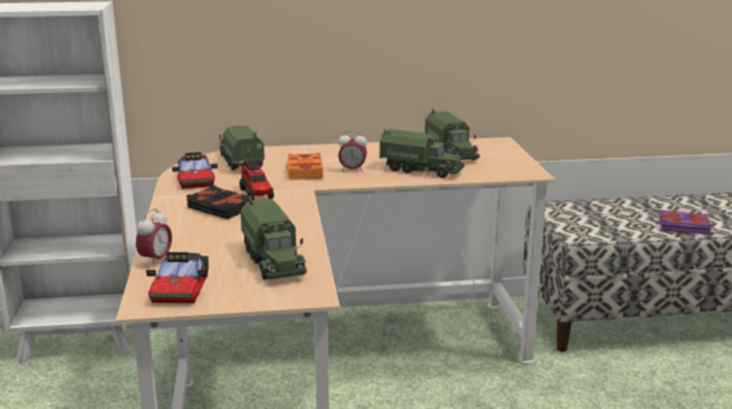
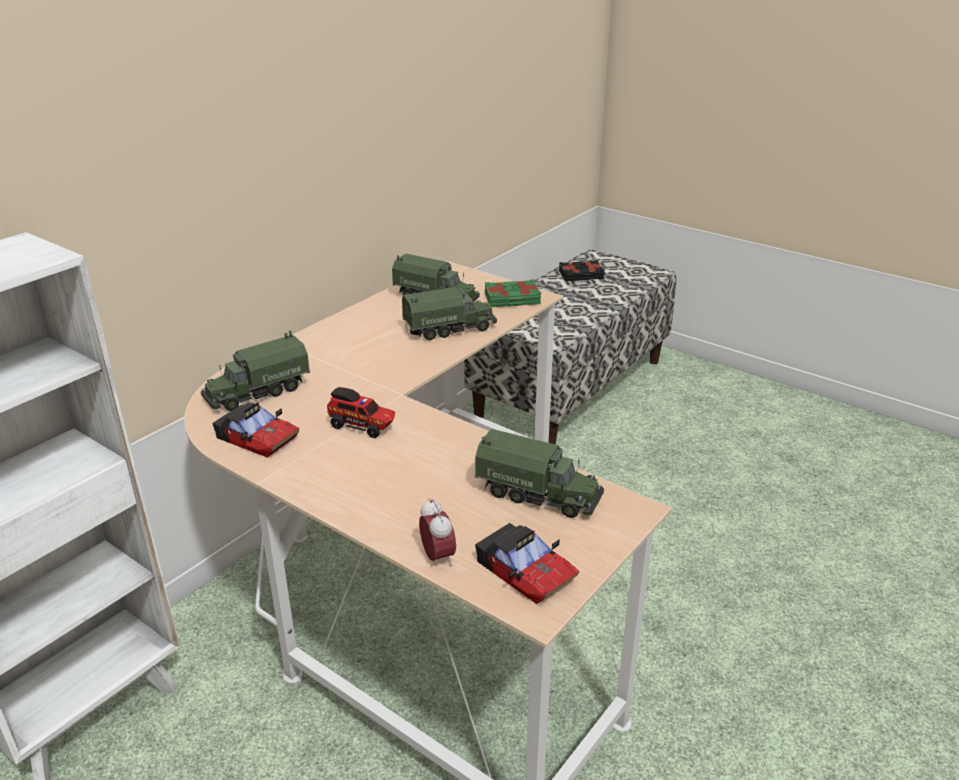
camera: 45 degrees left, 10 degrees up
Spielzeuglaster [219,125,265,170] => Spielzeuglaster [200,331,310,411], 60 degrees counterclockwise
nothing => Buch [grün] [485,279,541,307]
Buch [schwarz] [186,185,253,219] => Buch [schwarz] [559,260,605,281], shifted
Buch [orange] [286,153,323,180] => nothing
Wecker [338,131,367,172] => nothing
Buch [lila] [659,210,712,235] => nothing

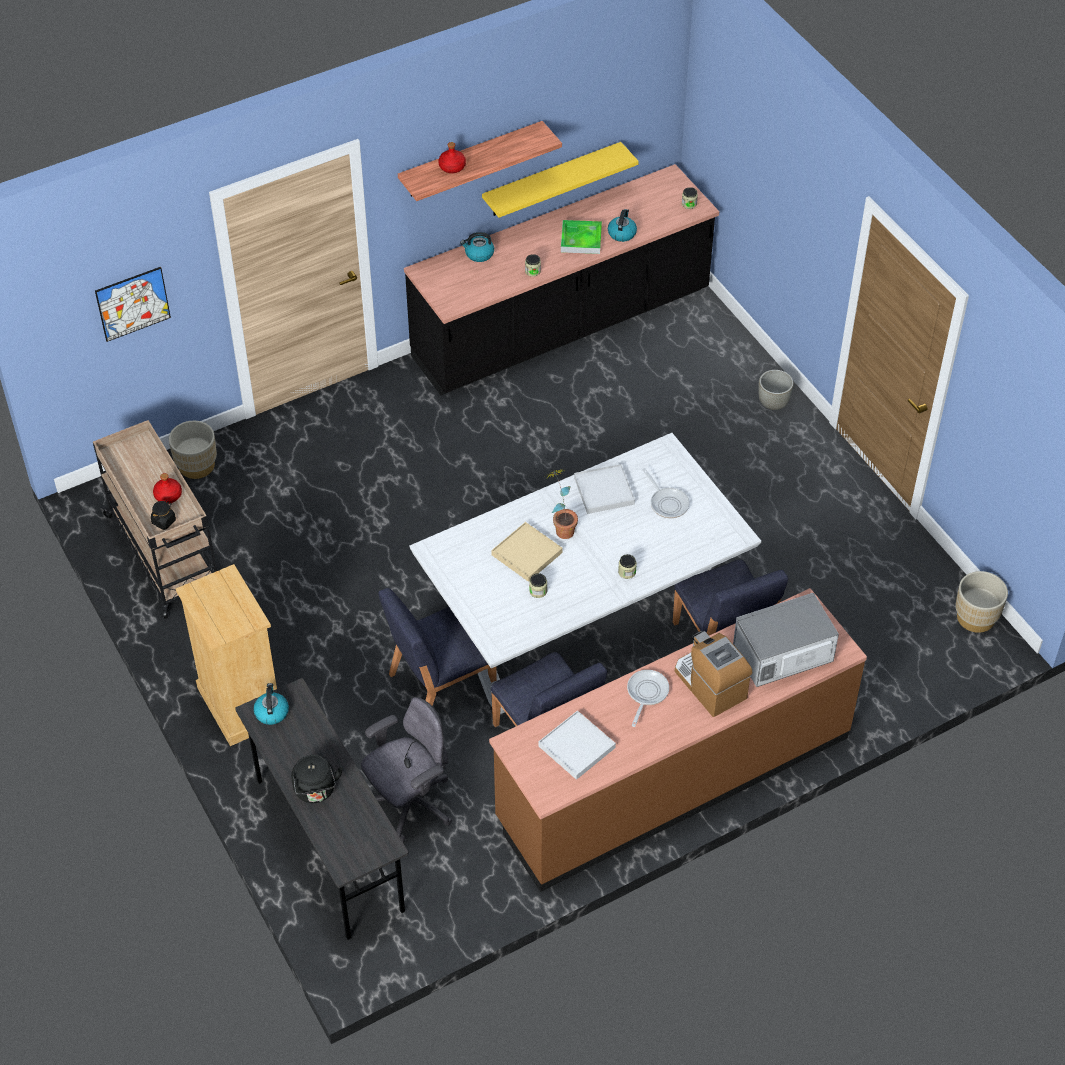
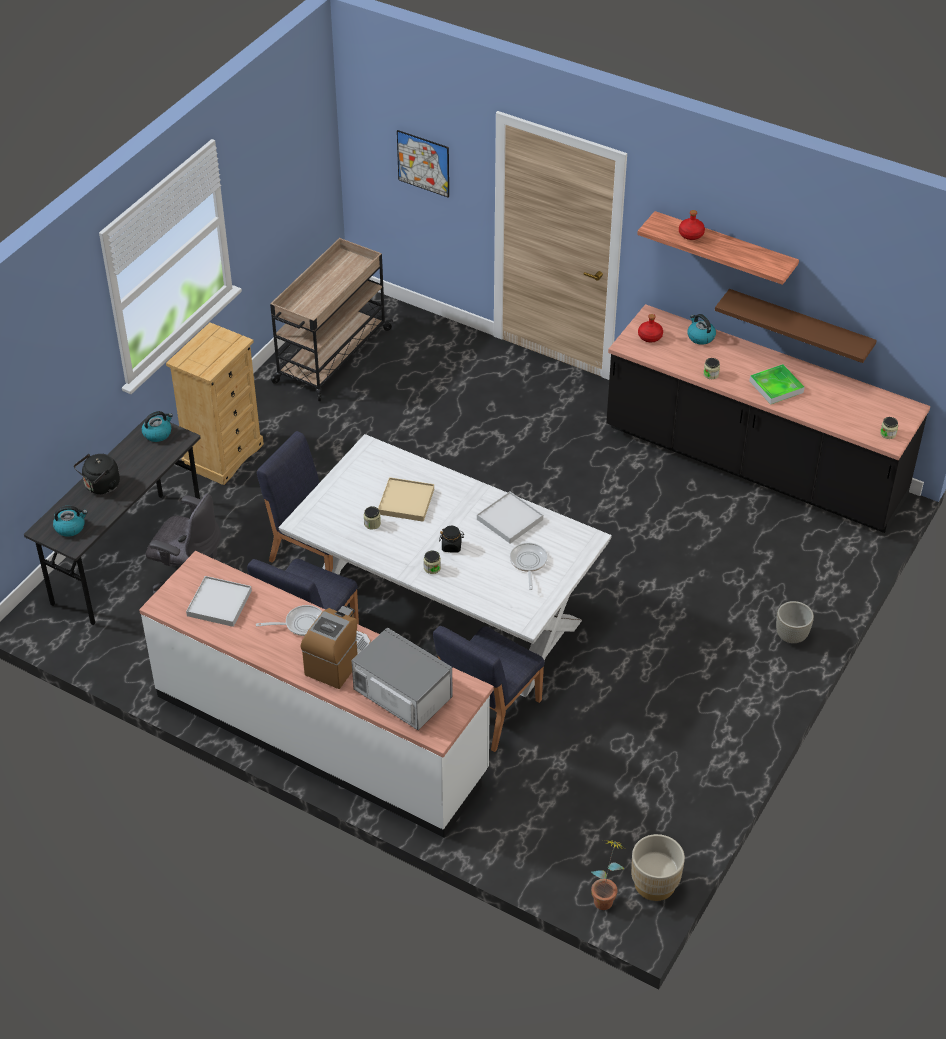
camera: 60 degrees right, 5 degrees down
Wasserkessel [608,209,637,242] => Wasserkessel [53,506,88,537], shifted
Küchenzeile [braun] [489,588,867,892] => Küchenzeile [weiß] [139,551,494,838]
Vorratsglas [schwarz] [151,501,176,530] => Vorratsglas [schwarz] [439,526,464,553], shifted
Pfanne [642,468,690,518] => Pfanne [510,543,548,590], 150 degrees clockwise
Topfpflanze [546,469,578,539] => Topfpflanze [591,840,625,910], shifted
Flasche [rot] [153,473,182,504] => Flasche [rot] [638,314,663,342], shifted
Wandregal [gelb] [482,142,639,218] => Wandregal [braun] [715,289,877,363]
Pflanzkübel [beige] [169,421,217,479] => nothing

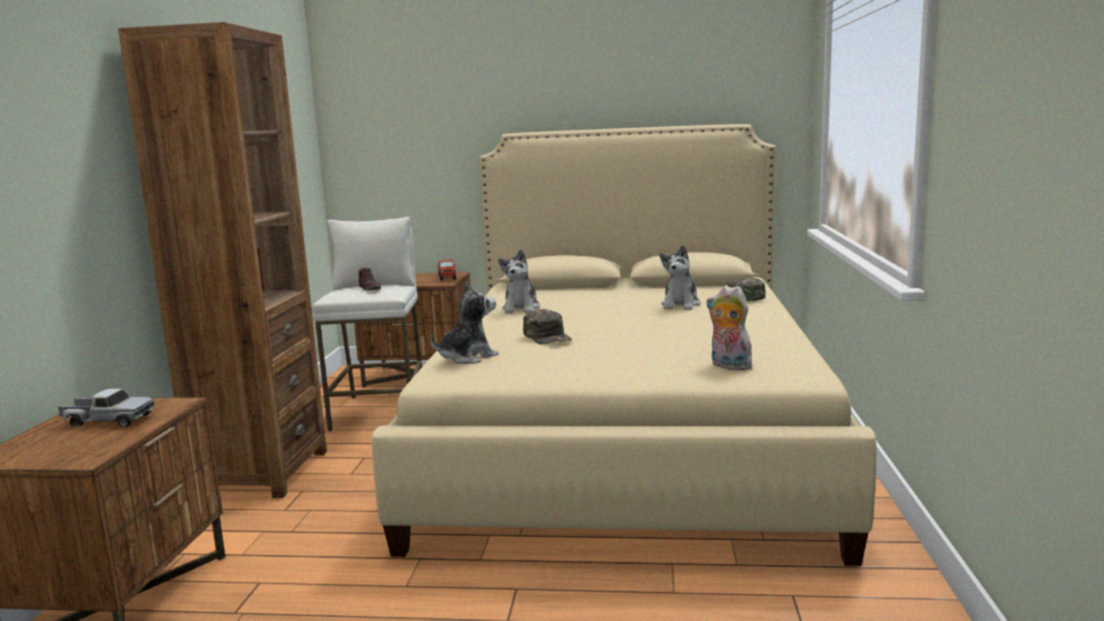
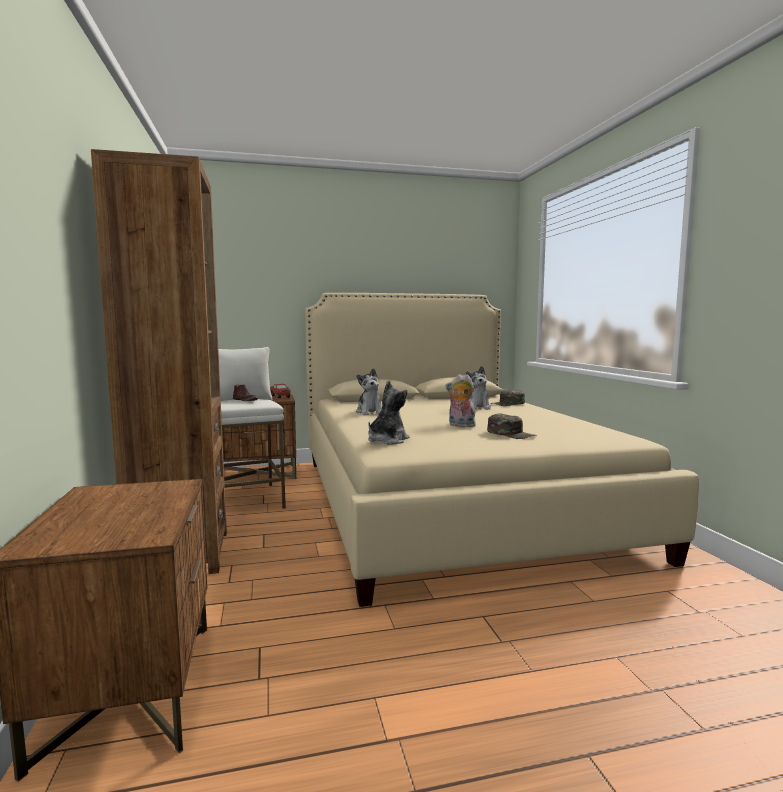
camera: 20 degrees left, 5 degrees down
Plüschtier [706,285,752,370] => Plüschtier [445,374,476,427], shifted
Kappe [grün] [523,309,572,345] => Kappe [grün] [487,414,537,439], shifted
Spielzeuglaster [58,389,155,427] => nothing

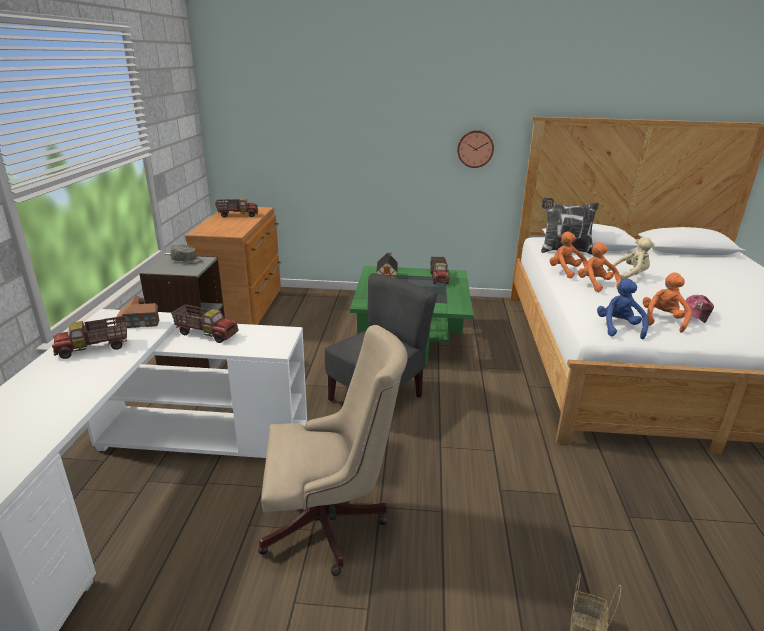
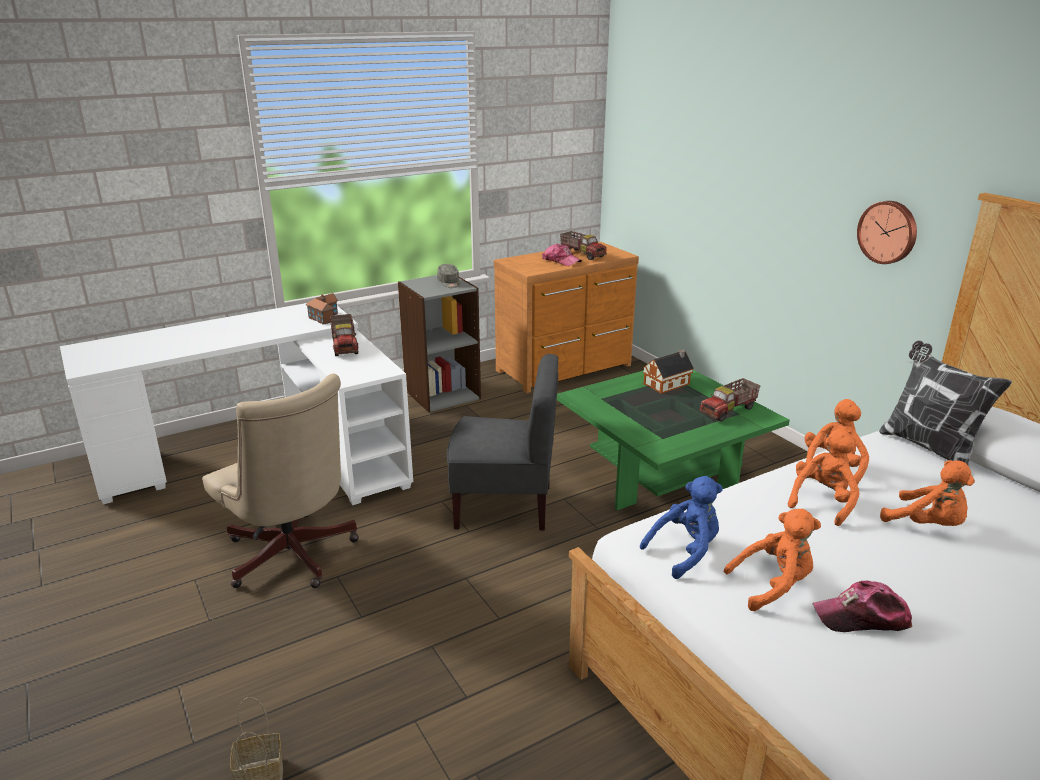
camera: 55 degrees right, 0 degrees up
nothing => Kappe [542,244,582,266]
Plüschtier [beige] [607,237,655,281] => Plüschtier [orange] [880,460,975,526]
Spielzeuglaster [52,316,127,359] => nothing

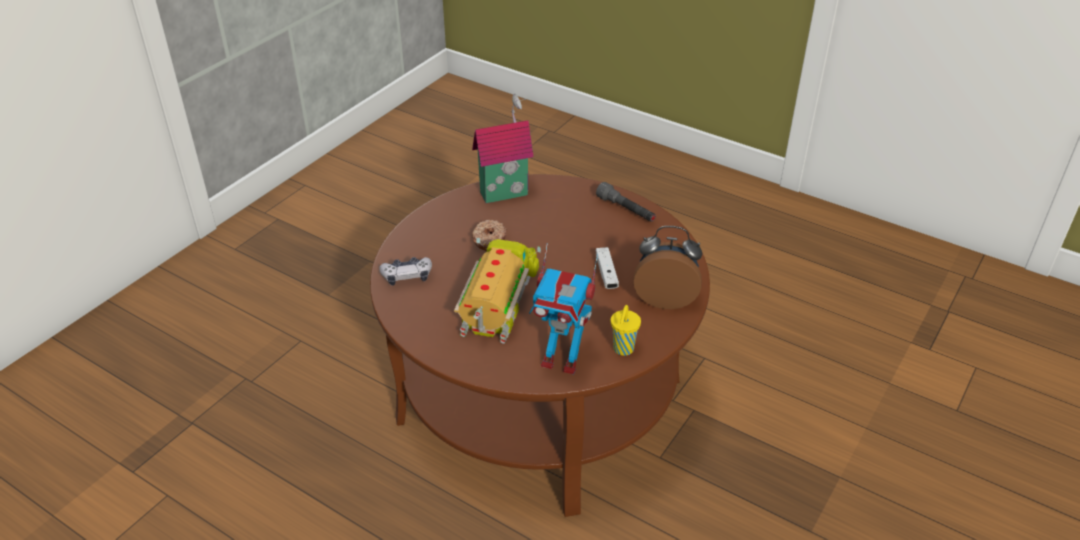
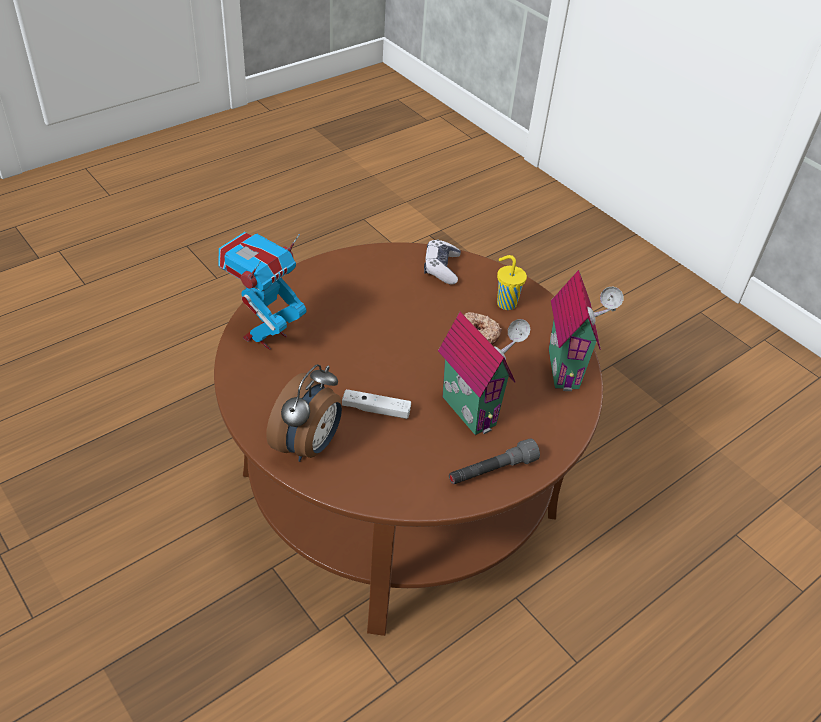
camera: 105 degrees right, 5 degrees up
nothing => Spielzeughaus [438,312,530,435]
Tasse [gelb] [611,305,641,356] => Tasse [gelb] [497,255,527,310], shifted
Spielzeuglaster [454,237,541,344] => nothing

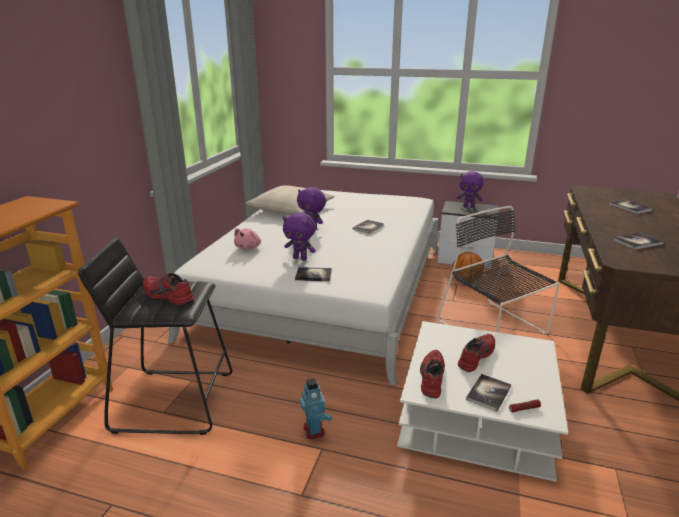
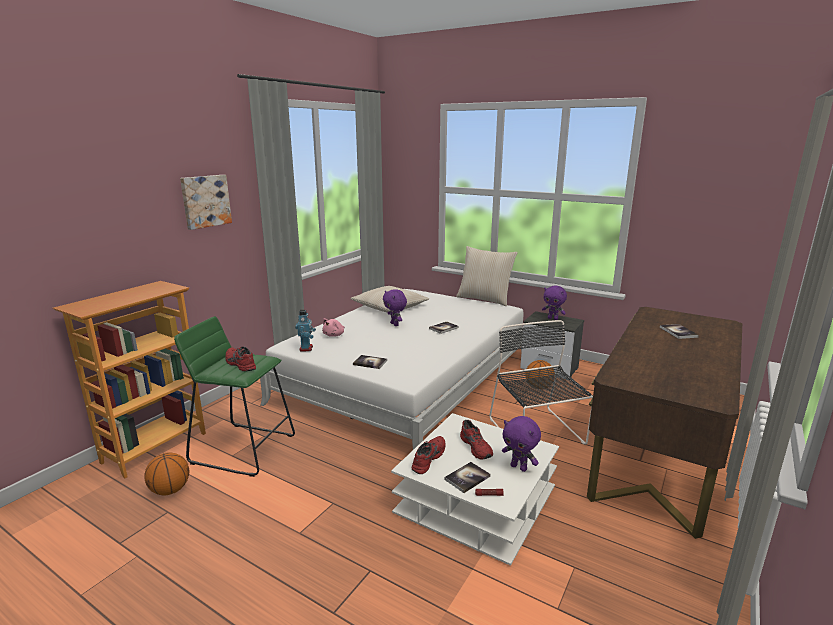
camera: 15 degrees right, 5 degrees down
nothing => Basketball [144,452,189,495]
Hocker [schwarz] [78,238,232,435] => Hocker [grün] [174,316,295,477]
nothing => Bild [180,175,232,230]
Spielzeugroboter [299,378,332,439] => Spielzeugroboter [295,310,316,352], shifted
nothing => Kissen [beige] [456,246,518,306]
Schuh [rot] [458,334,495,372] => Schuh [rot] [460,420,493,460], 105 degrees clockwise
Plüschtier [lila] [283,212,316,261] => Plüschtier [lila] [502,416,541,472], shifted
Buch [613,233,664,250] => nothing

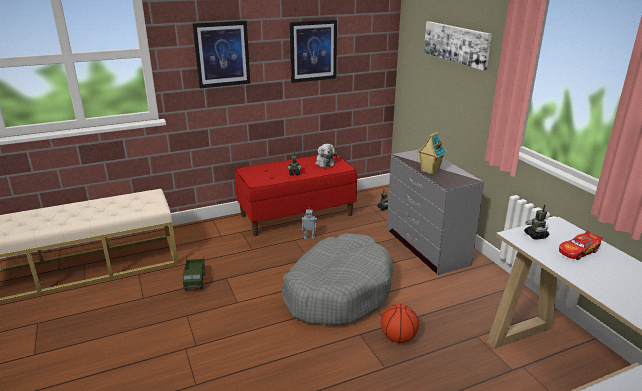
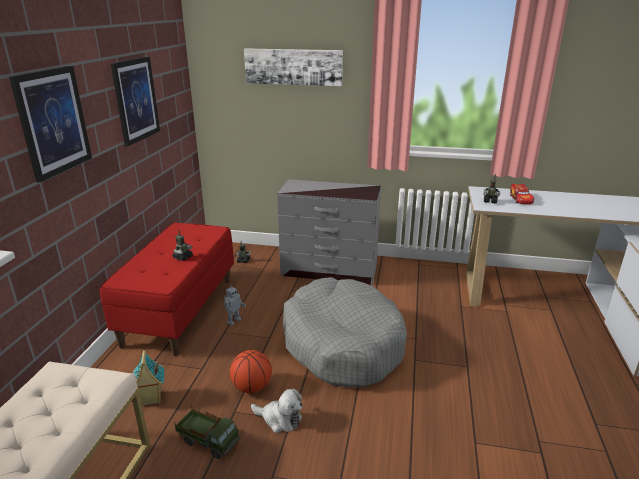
camera: 55 degrees left, 0 degrees up
Spielzeughaus [418,131,447,175] => Spielzeughaus [133,350,164,407], shifted
Basketball [381,304,419,343] => Basketball [230,350,272,393], shifted
Plüschtier [315,144,337,167] => Plüschtier [251,389,302,433], shifted

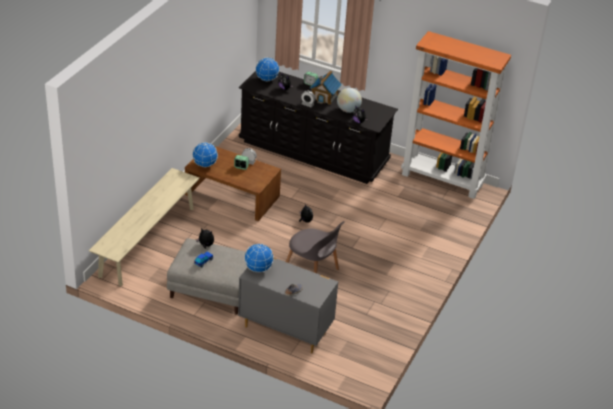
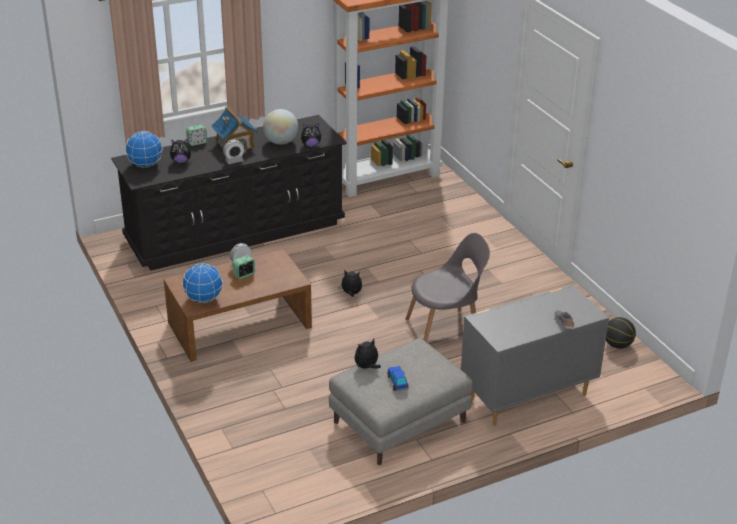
camera: 50 degrees left, 5 degrees down
nothing => Basketball [606,317,636,349]
Bank [beige] [89,168,200,286] => nothing
Globus [244,244,274,272] => nothing

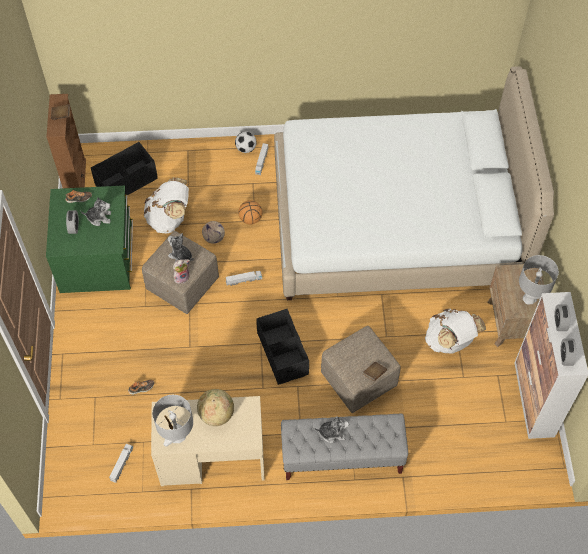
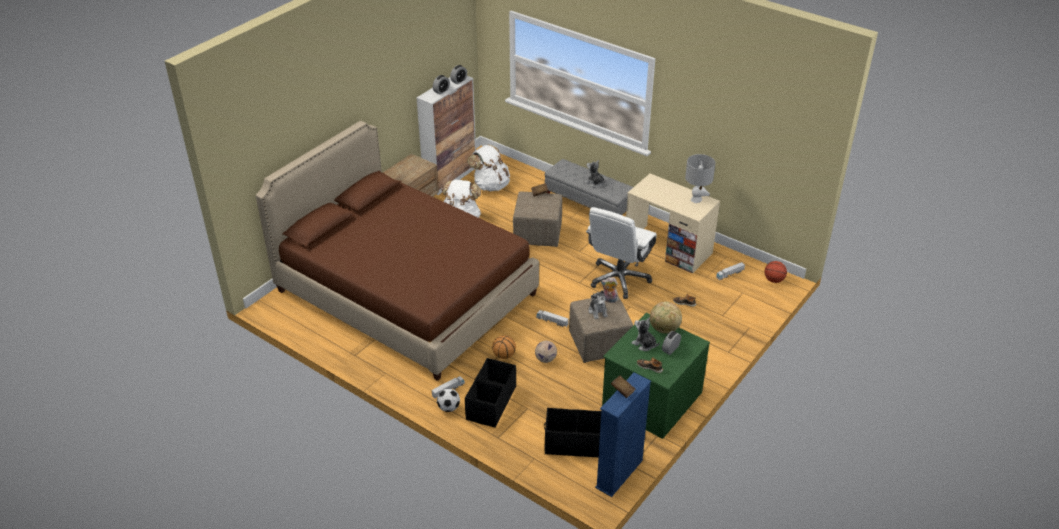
camera: 140 degrees left, 20 degrees down
Bett [weiß] [274,66,554,300] => Bett [braun] [256,121,539,381]
Aufbewahrungsbox [schwarz] [256,309,309,385] => Aufbewahrungsbox [schwarz] [465,358,516,428], shifted
Rucksack [weiß] [144,178,189,233] => Rucksack [weiß] [467,144,510,191], shifted
nothing => Bürostuhl [weiß] [586,207,657,299]
Bücherregal [braun] [46,94,86,188] => Bücherregal [blau] [595,373,651,497]
Globus [197,389,234,426] => Globus [650,302,682,334], shifted
nothing => Basketball [765,261,787,283]
Tischlampe [grau] [519,255,559,305] => nothing

